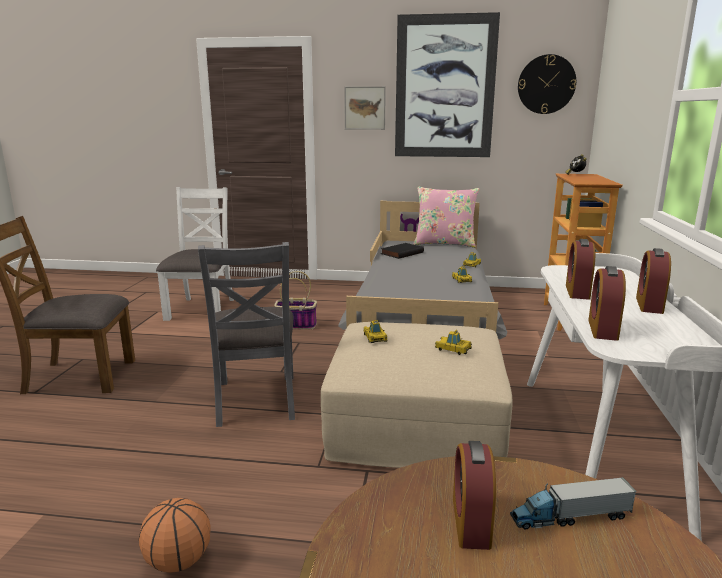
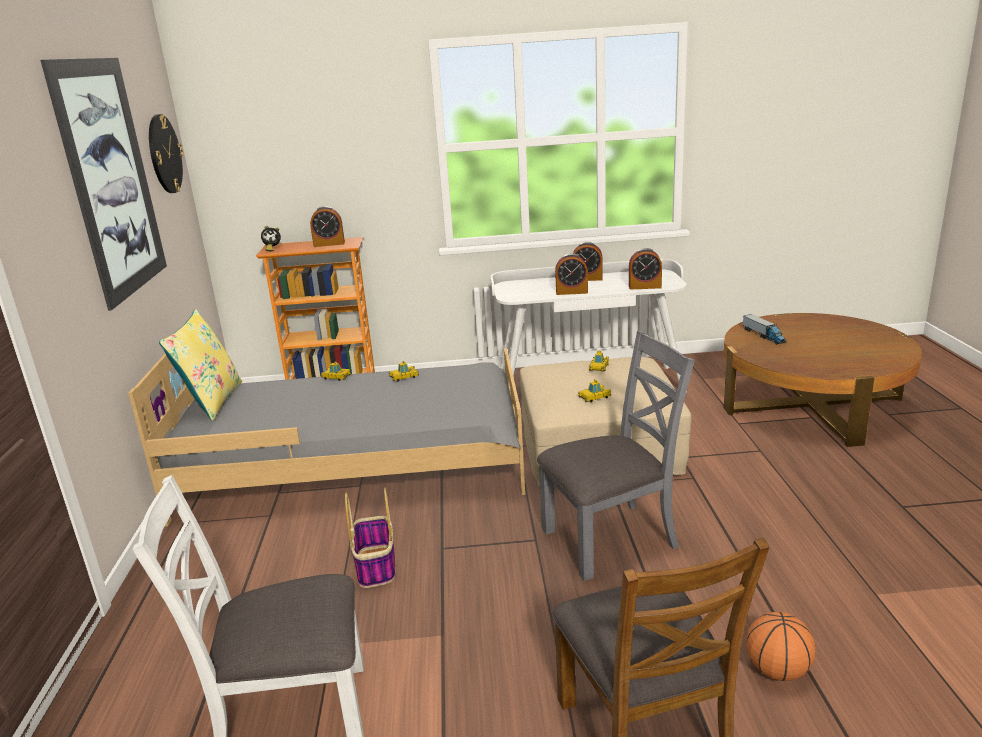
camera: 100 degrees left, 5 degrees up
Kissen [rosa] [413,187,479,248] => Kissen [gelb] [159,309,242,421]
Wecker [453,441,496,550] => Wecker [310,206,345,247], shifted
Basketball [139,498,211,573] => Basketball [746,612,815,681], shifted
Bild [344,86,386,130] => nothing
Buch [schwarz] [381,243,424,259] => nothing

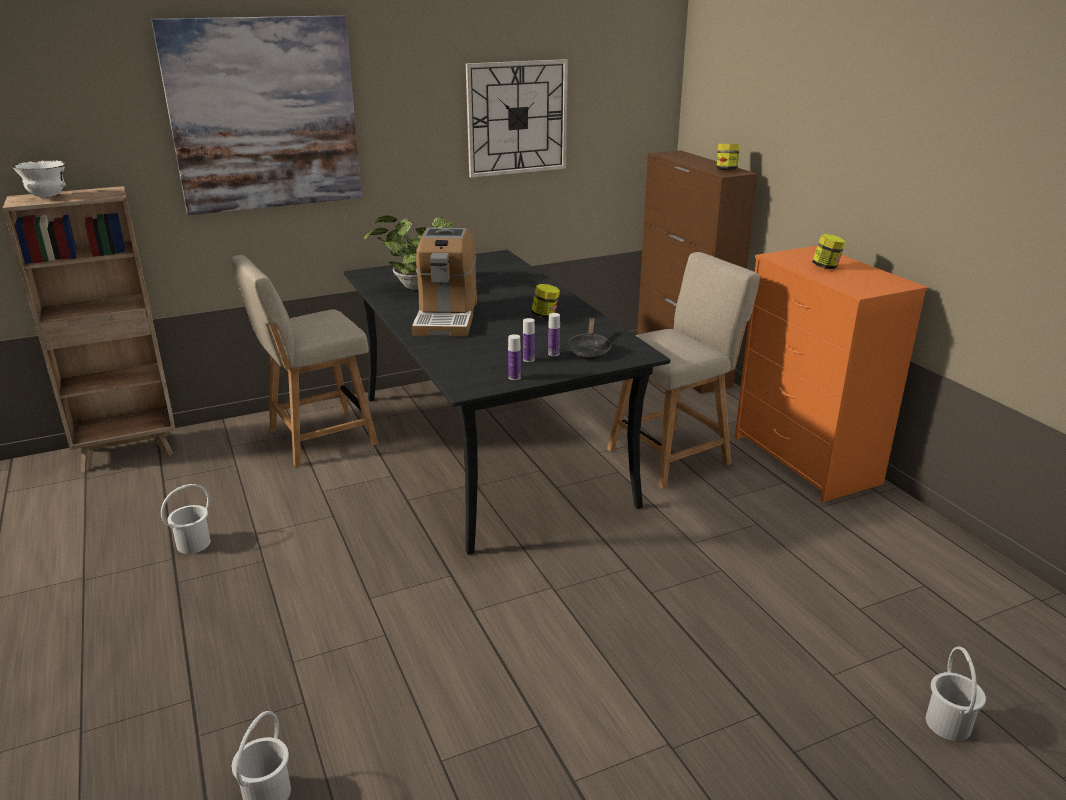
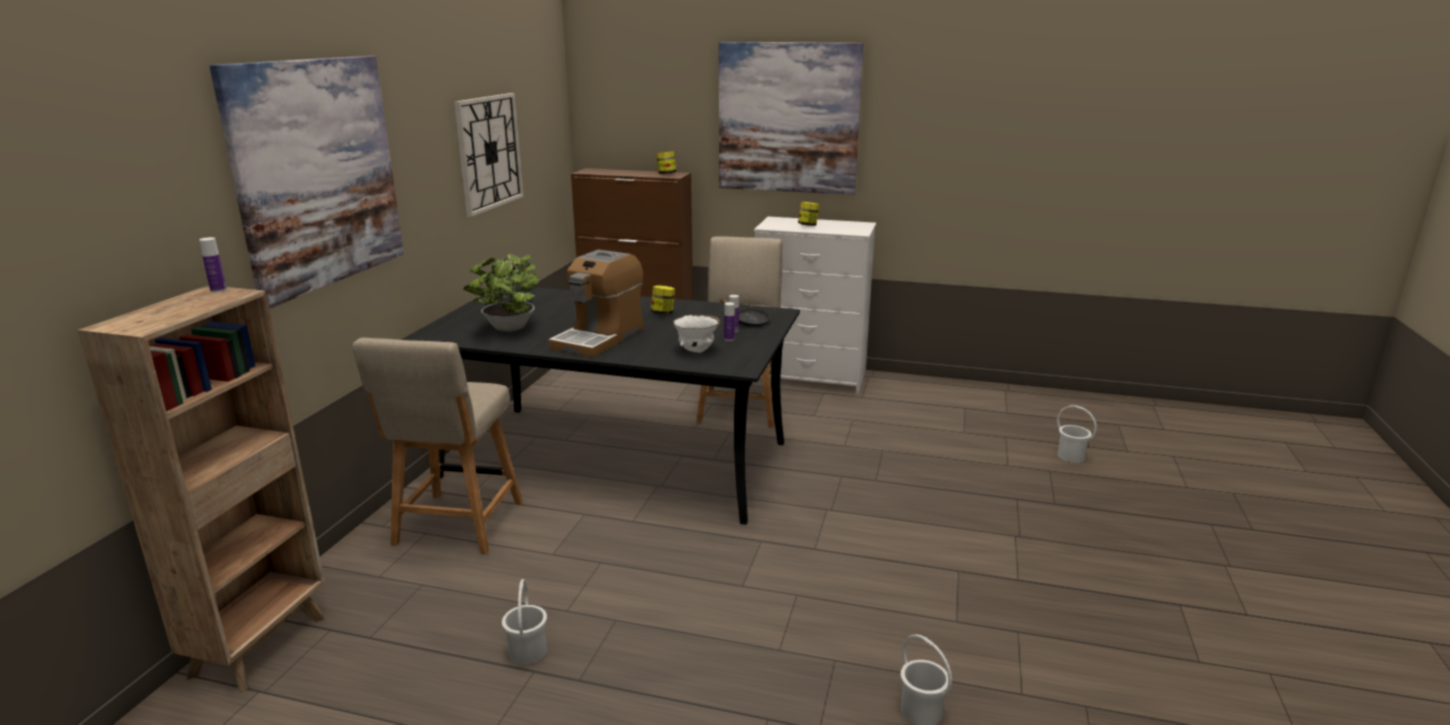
camera: 50 degrees left, 5 degrees down
Flasche [508,334,521,380] => Flasche [199,237,227,292], shifted
Kaffeemaschine [412,228,477,337] => Kaffeemaschine [548,249,644,358], 75 degrees clockwise
Schüssel [weiß] [12,160,67,198] => Schüssel [weiß] [673,315,721,353], shifted
nothing => Bild [719,42,864,195]
Kommode [orange] [735,246,927,502] => Kommode [weiß] [753,217,876,394]

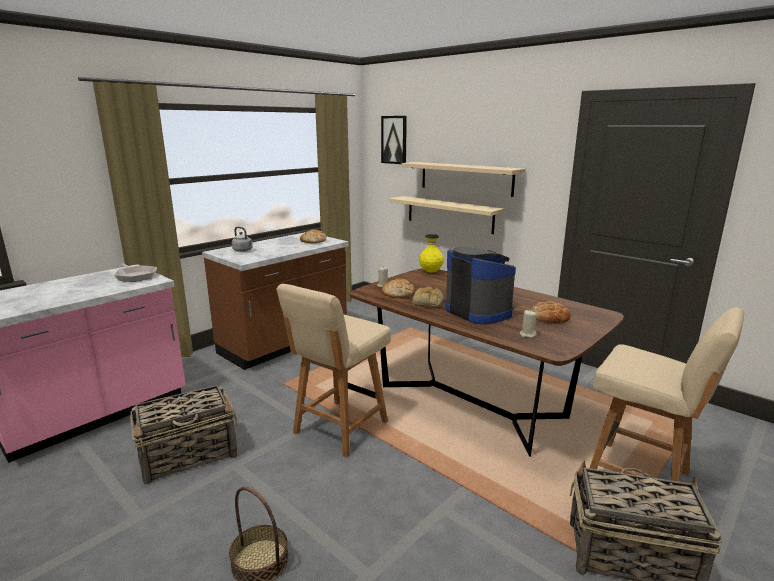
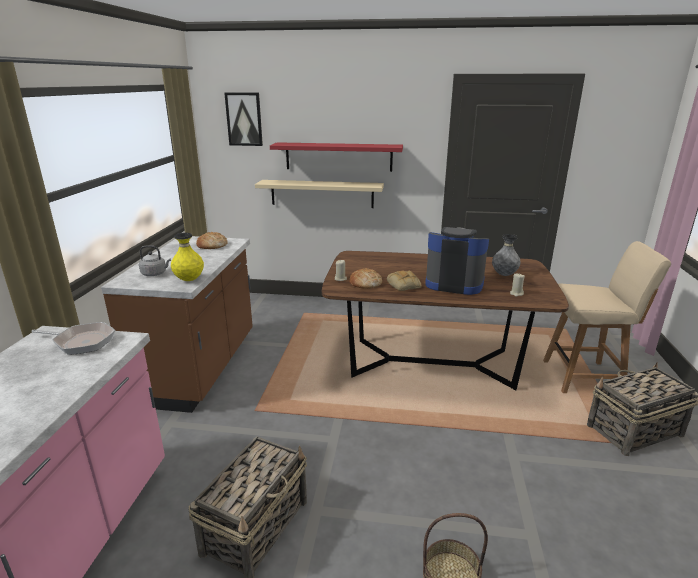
camera: 35 degrees left, 5 degrees up
Vase [gelb] [419,234,444,273] => Vase [gelb] [171,233,204,281], shifted
Wandregal [beige] [401,162,526,197] => Wandregal [rot] [270,142,403,172]
Brot [531,301,571,324] => Vase [grau] [492,234,521,276]
Stuhl [beige] [276,284,391,457] => nothing

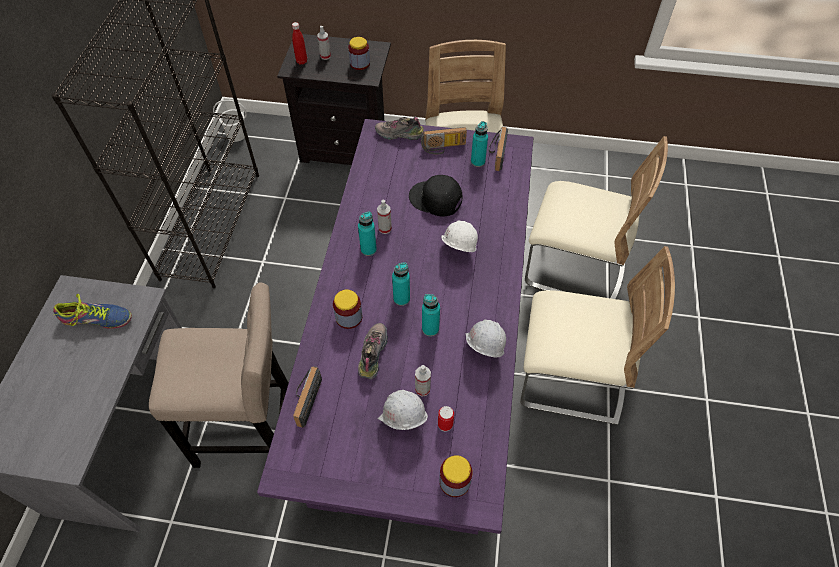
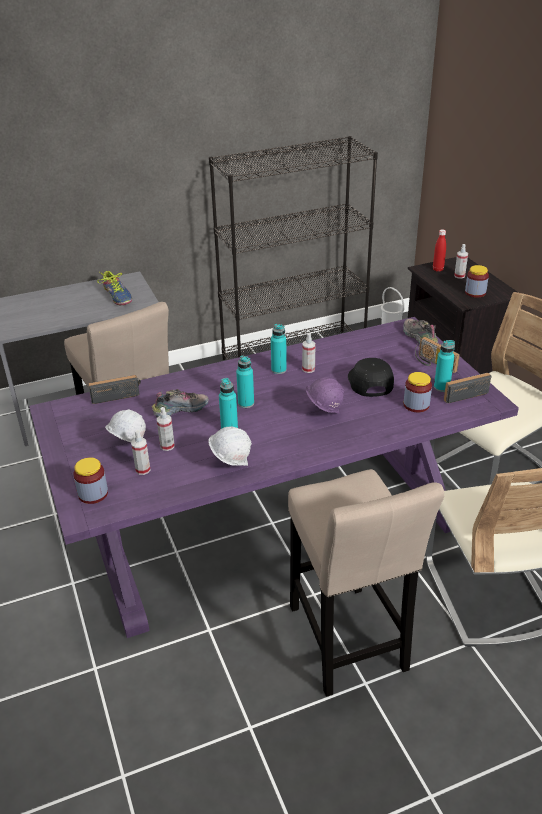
camera: 60 degrees right, 20 degrees down
Dose [438,406,454,431] => Sprühflasche [131,430,150,475]
Stuhl [beige] [520,246,675,425] => Hocker [beige] [288,469,444,697]
Schutzhelm [weiß] [442,221,478,252] => Schutzhelm [lila] [306,377,344,414]
Vorratsglas [333,290,362,329] => Vorratsglas [404,372,432,412], shifted

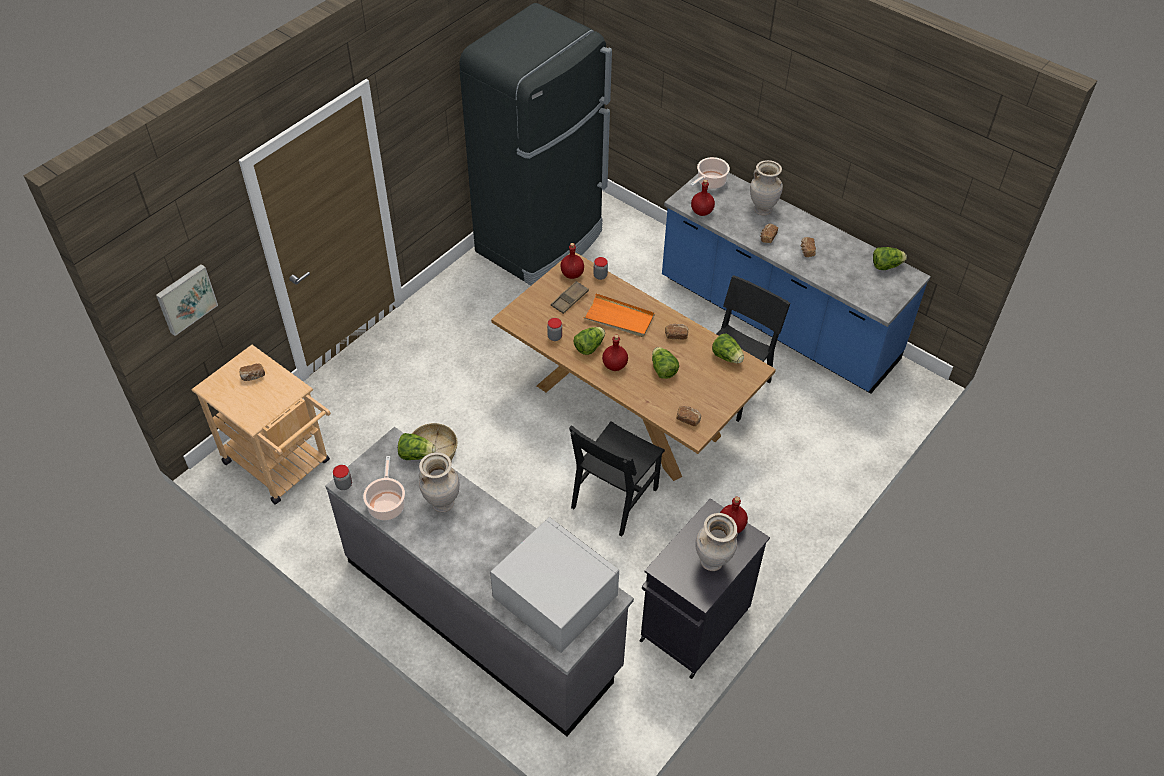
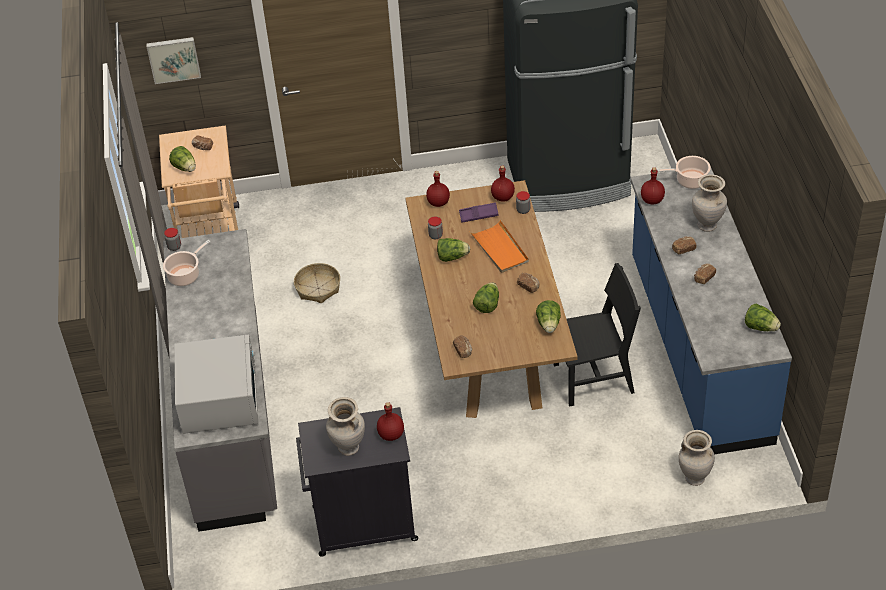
camera: 45 degrees right, 5 degrees down
Salatkopf [398,433,436,460] => Salatkopf [169,146,196,172], shifted
Flasche [rot] [602,335,628,371] => Flasche [rot] [426,171,450,207], shifted
Tablett [braun] [551,281,589,314] => Tablett [lila] [459,202,499,223]
Vase [beige] [419,452,459,512] => Vase [beige] [679,430,715,486], shifted
Stuhl [schwarz] [569,421,665,536] => nothing

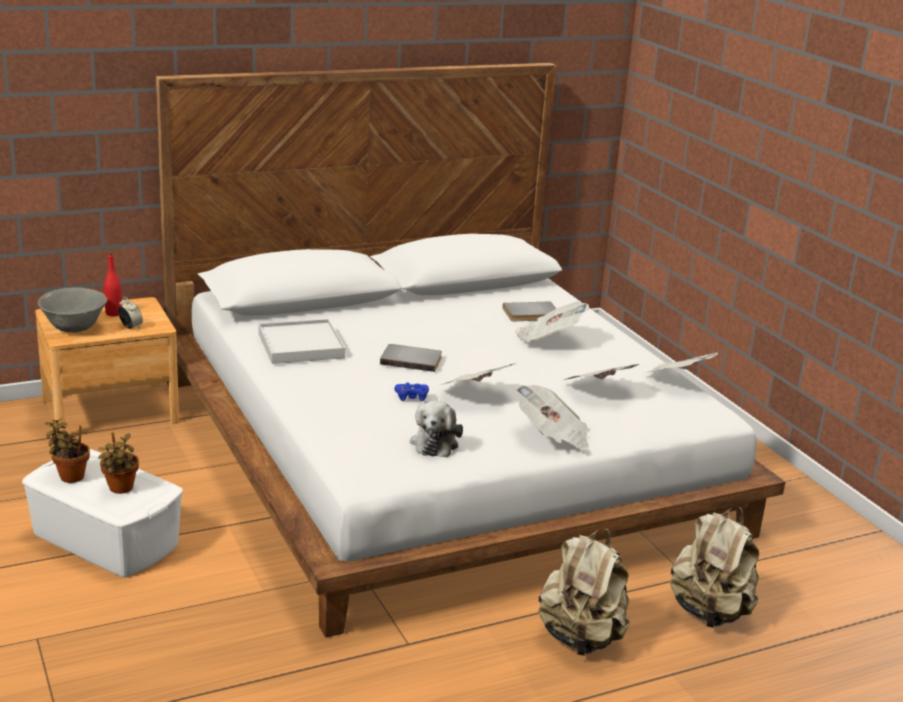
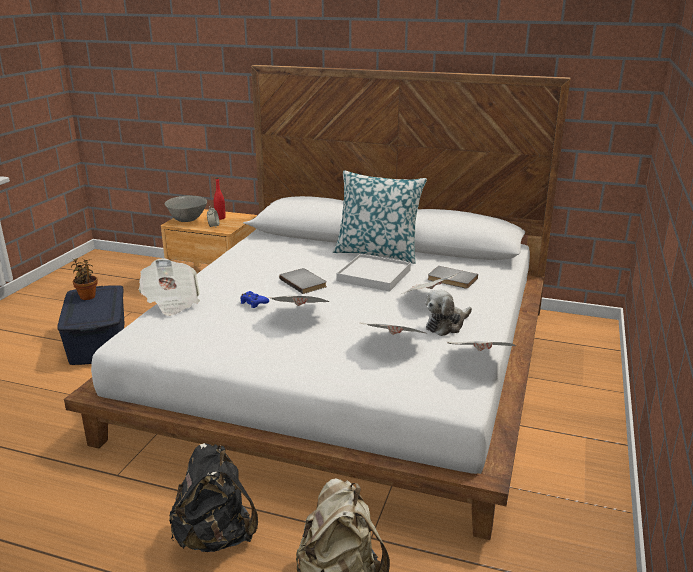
camera: 45 degrees right, 0 degrees up
Aufbewahrungsbox [weiß] [22,449,183,578] => Aufbewahrungsbox [blau] [57,285,124,365]
Zeitung [515,384,589,451] => Zeitung [139,258,200,316], shifted
Rucksack [beige] [538,529,630,656] => Rucksack [schwarz] [169,443,258,552]
nothing => Kissen [333,170,427,264]
Tablett [weiß] [259,319,345,364] => Tablett [weiß] [336,254,411,292], shifted
Plüschtier [410,401,463,457] => Plüschtier [426,290,472,336], shifted
Topfpflanze [98,432,139,494] => nothing

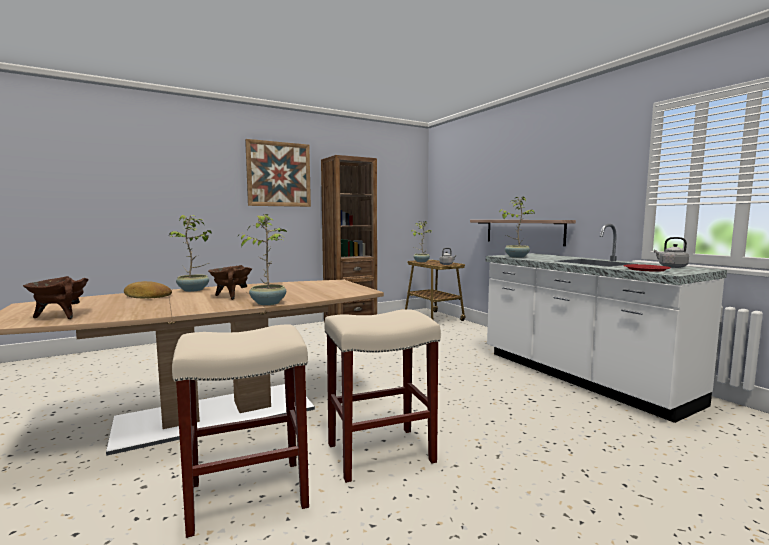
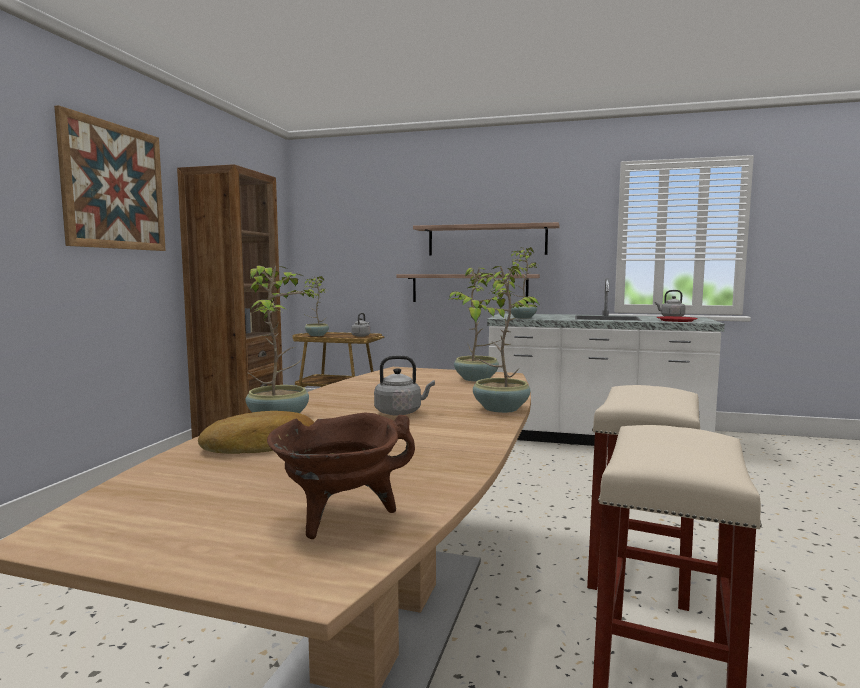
camera: 45 degrees left, 0 degrees up
Kochtopf [braun] [208,265,252,300] => Wasserkessel [grau] [374,356,435,416]
nothing => Wandregal [413,222,560,256]
nothing => Topfpflanze [448,268,511,381]

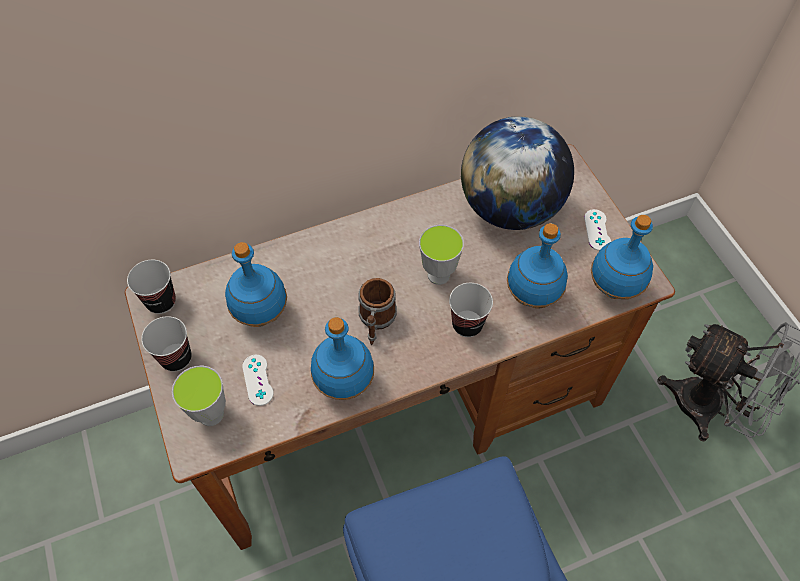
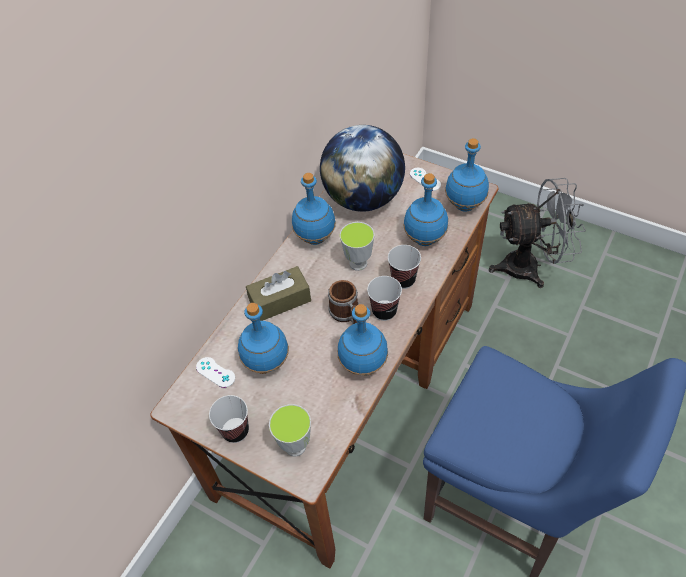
camera: 35 degrees left, 5 degrees down
Gamepad [weiß] [242,355,274,406] => Gamepad [weiß] [196,357,235,388], shifted
nothing => Taschentuchbox [braun] [246,266,311,321]
nothing => Flasche [blau] [292,173,336,245]
Tasse [127,260,176,314] => Tasse [367,276,402,321], shifted

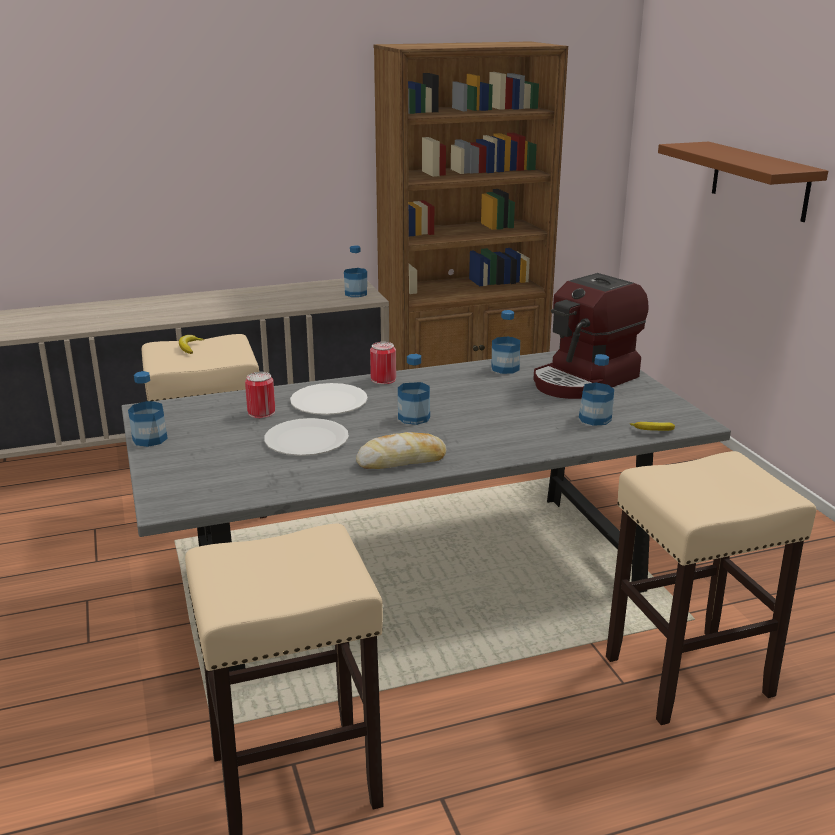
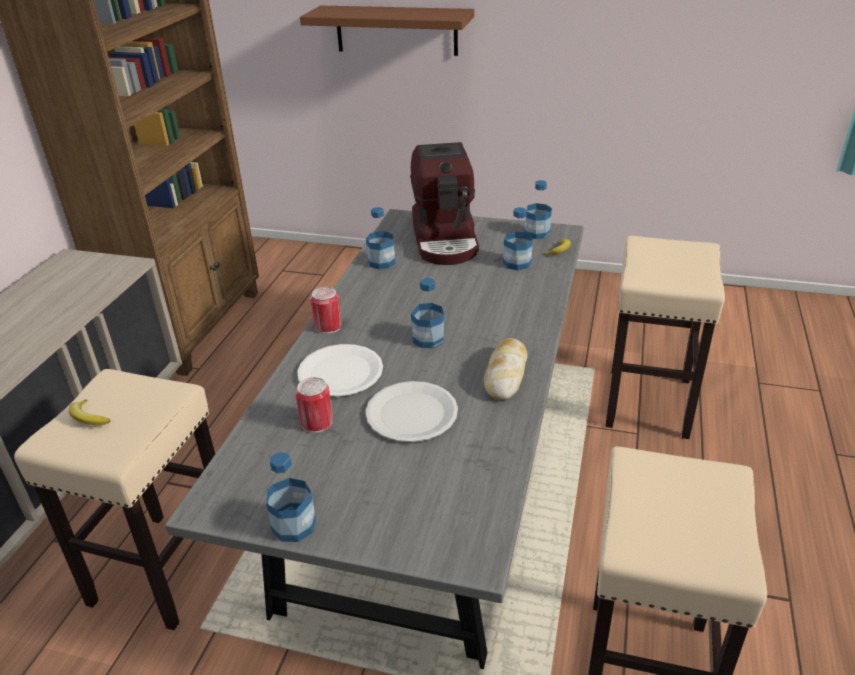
camera: 55 degrees left, 10 degrees up
Flasche [344,245,367,297] => Flasche [524,180,552,239], shifted

